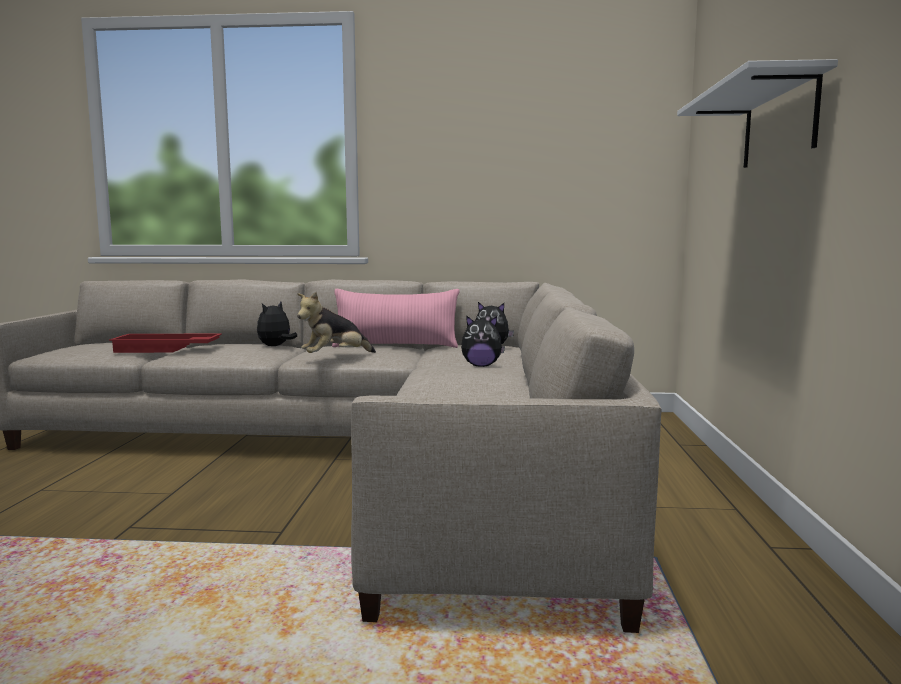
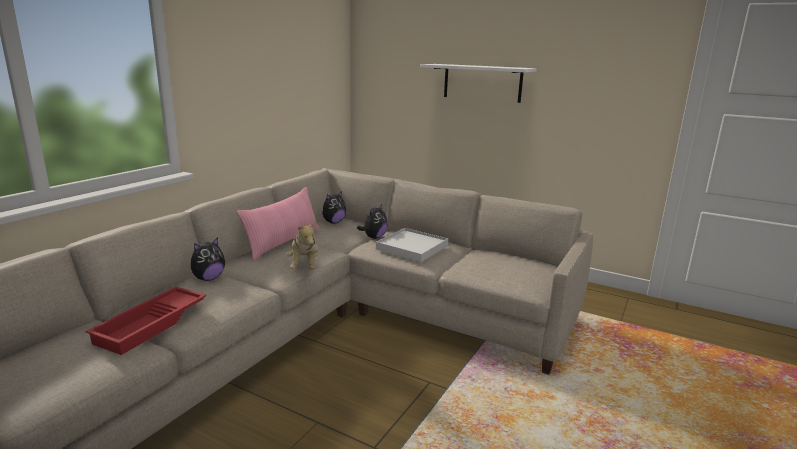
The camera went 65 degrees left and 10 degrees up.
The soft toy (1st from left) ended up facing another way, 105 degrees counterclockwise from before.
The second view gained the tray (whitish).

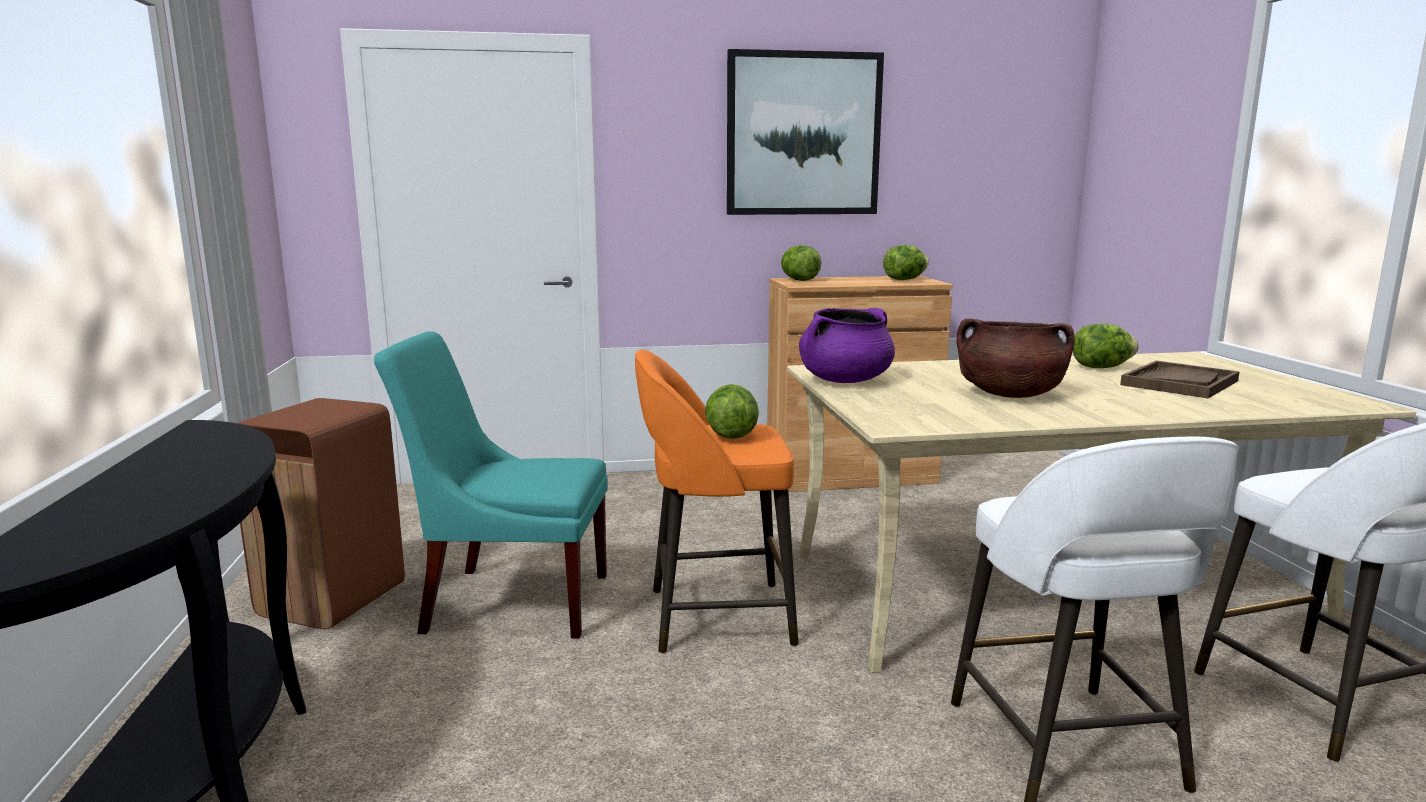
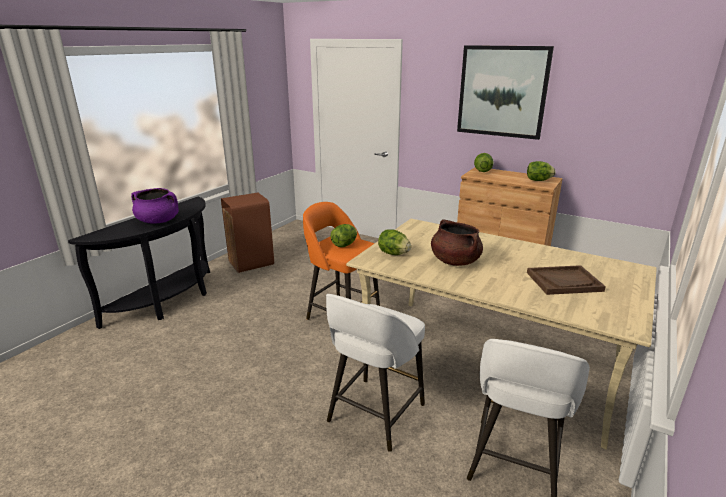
The camera went 40 degrees right and 10 degrees up.
The cooking pot (purple-coloured) ended up elsewhere.
The head of lettuce (4th from left in the first image) ended up elsewhere.
The second view lost the upright chair (turquoise-coloured).

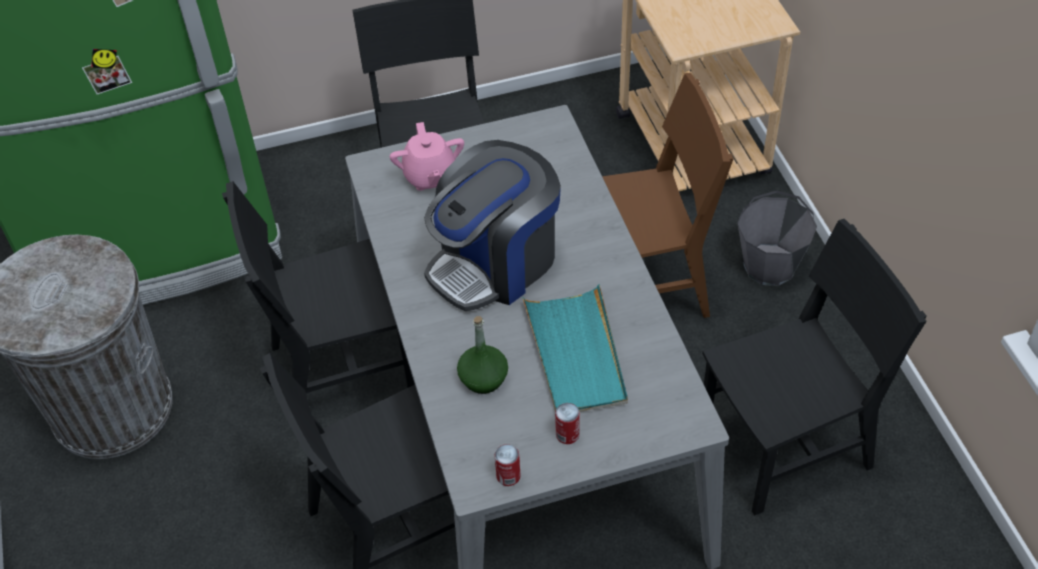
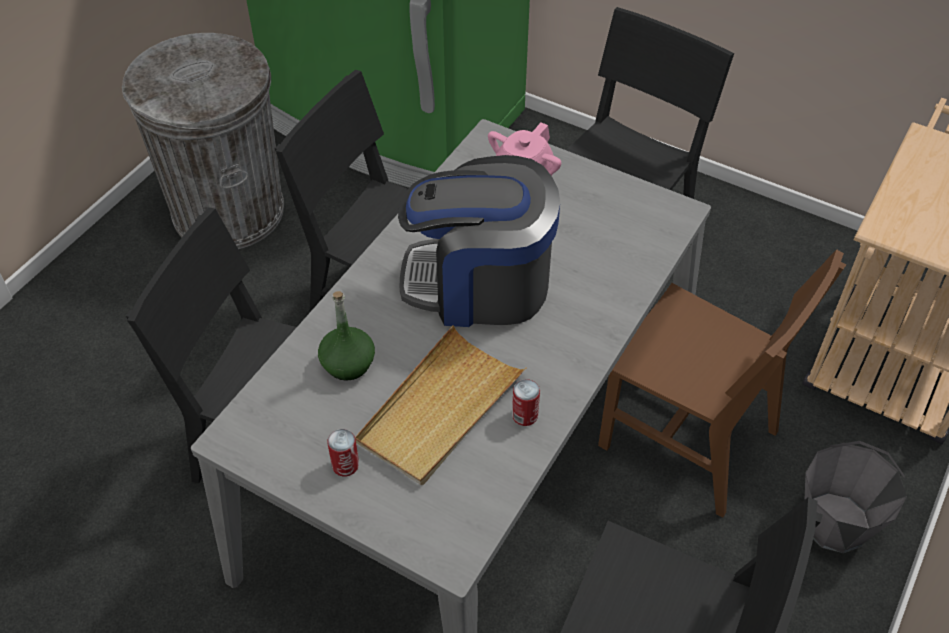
The camera went 45 degrees right and 0 degrees up.
What was the tray (turquoise-coloured) turned into the tray (beige).
The metal can (1st from left in the first image) ended up elsewhere.

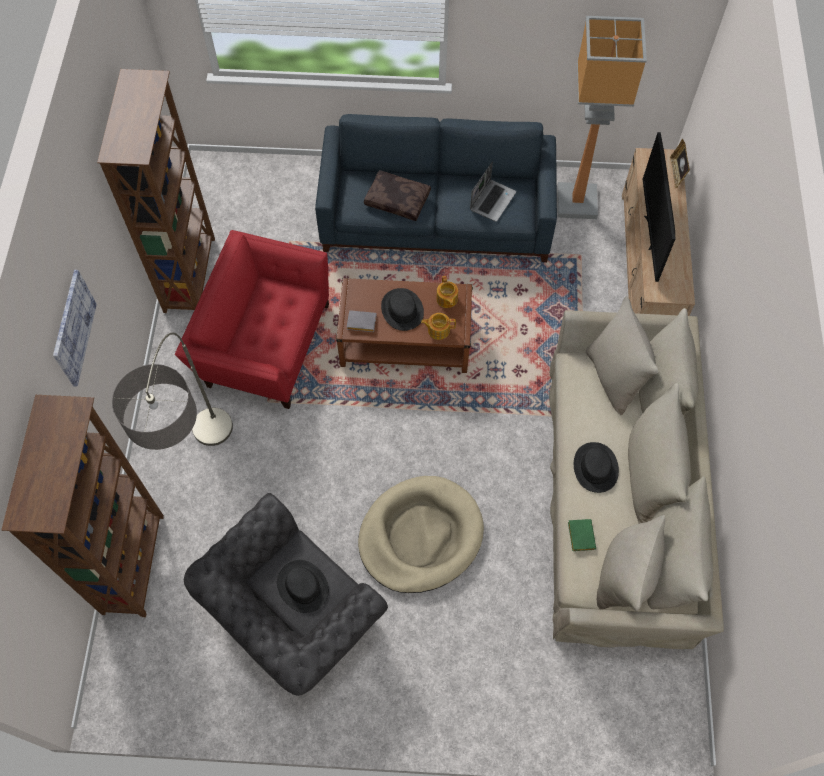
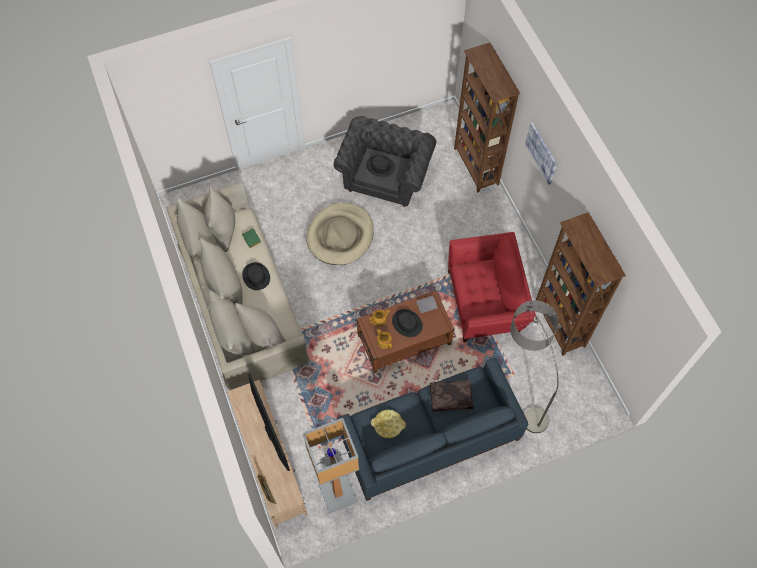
The camera went 155 degrees right and 0 degrees up.
Where the portable computer stood, the tray (yellow) came to stand.
The standard lamp (1st from left in the first image) ended up elsewhere.

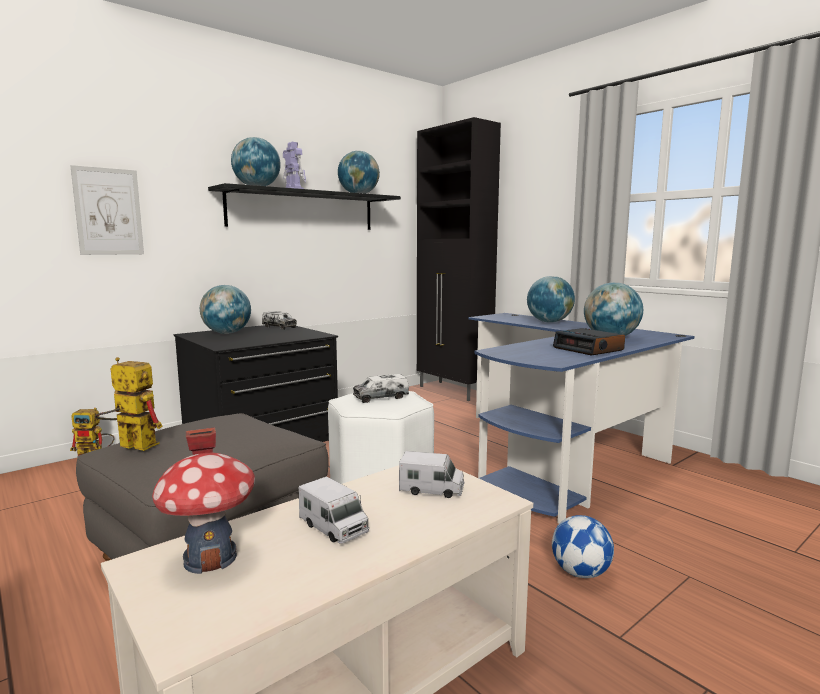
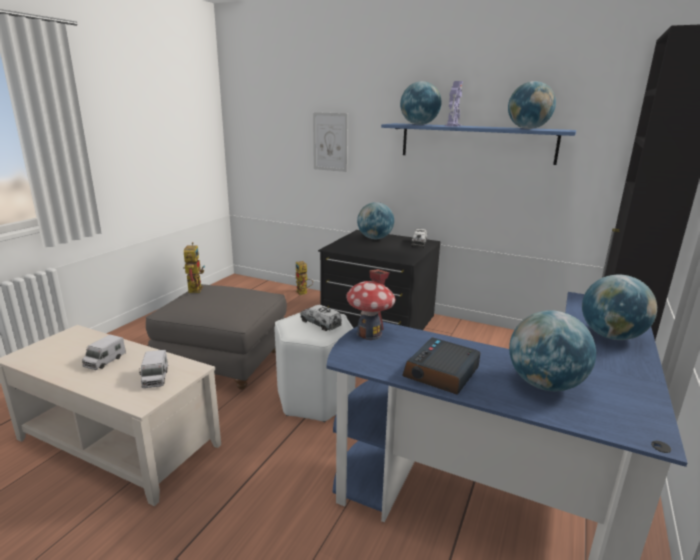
The camera went 65 degrees right and 10 degrees up.
The toy house ended up elsewhere.
What was the shelf (blackish) turned into the shelf (bluish).
The second view lost the ball for football.

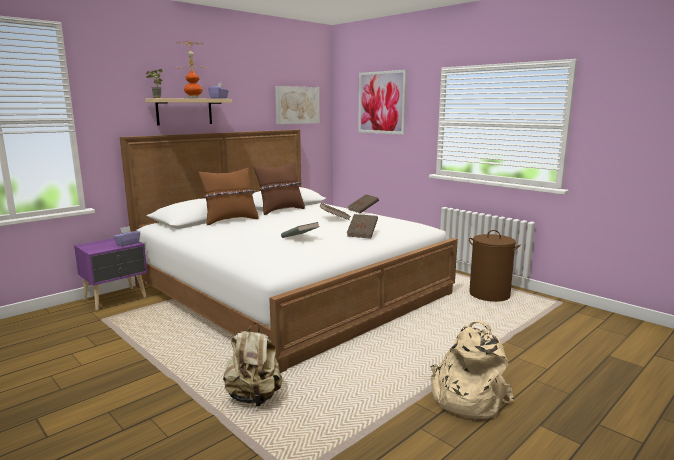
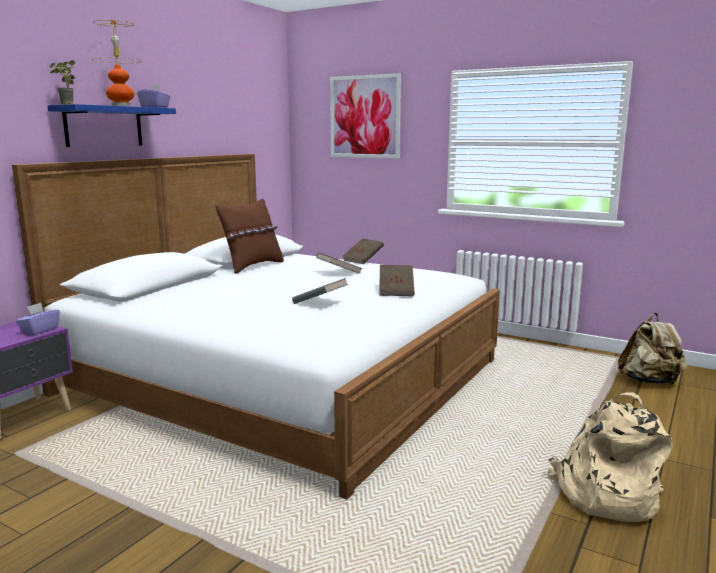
The camera went 15 degrees left and 0 degrees up.
What was the shelf (beige) turned into the shelf (bluish).
The knapsack (beige) (1st from left in the first image) ended up elsewhere.
The second view lost the cushion (brown-coloured) (1st from left).
The second view lost the wall art (1st from left).
The second view lost the laundry basket (brown-coloured).

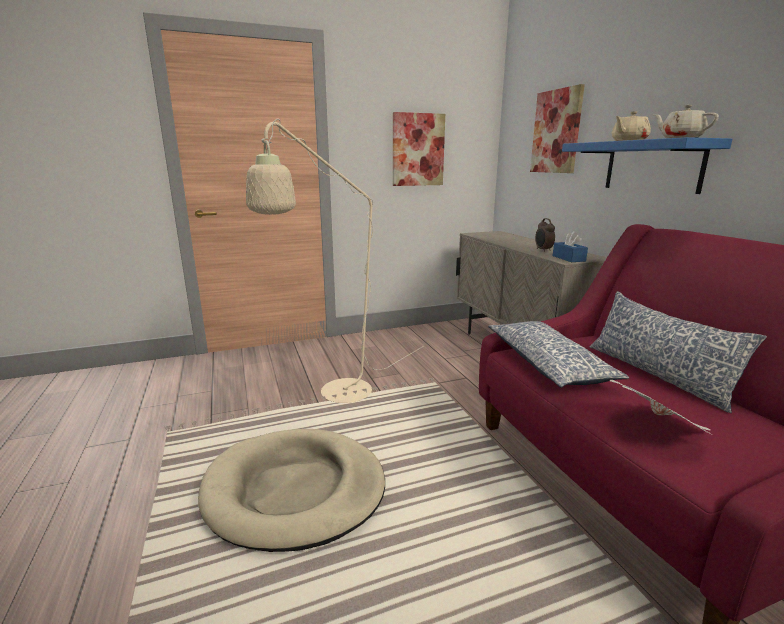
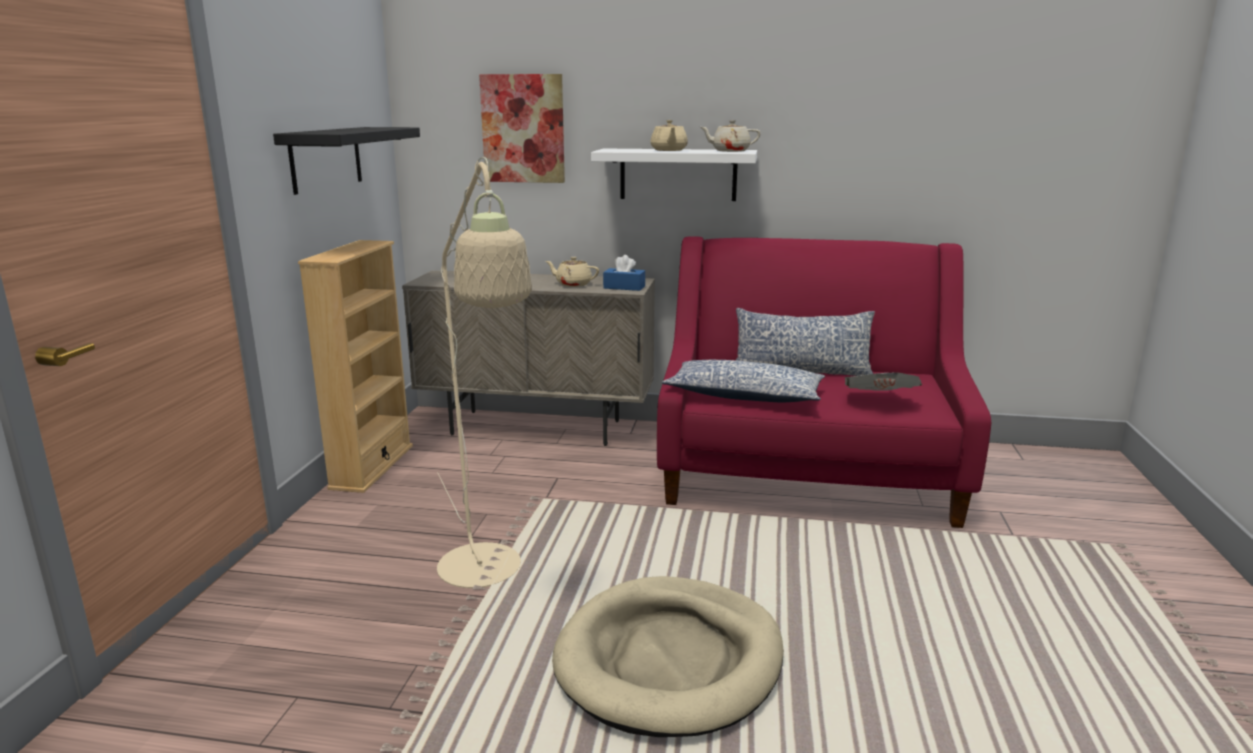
The camera went 60 degrees left and 0 degrees up.
Where the wall art (1st from left) hung, the shelf (blackish) came to hang.
The second view gained the bookcase (beige).
Where the bedside clock stood, the pot for tea (beige) (1st from left) came to stand.
What was the shelf (bluish) turned into the shelf (whitish).

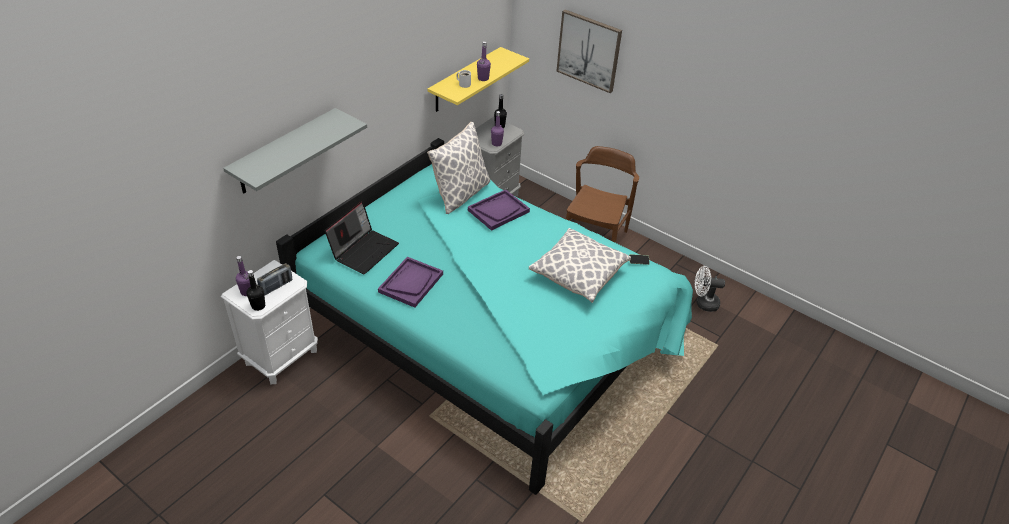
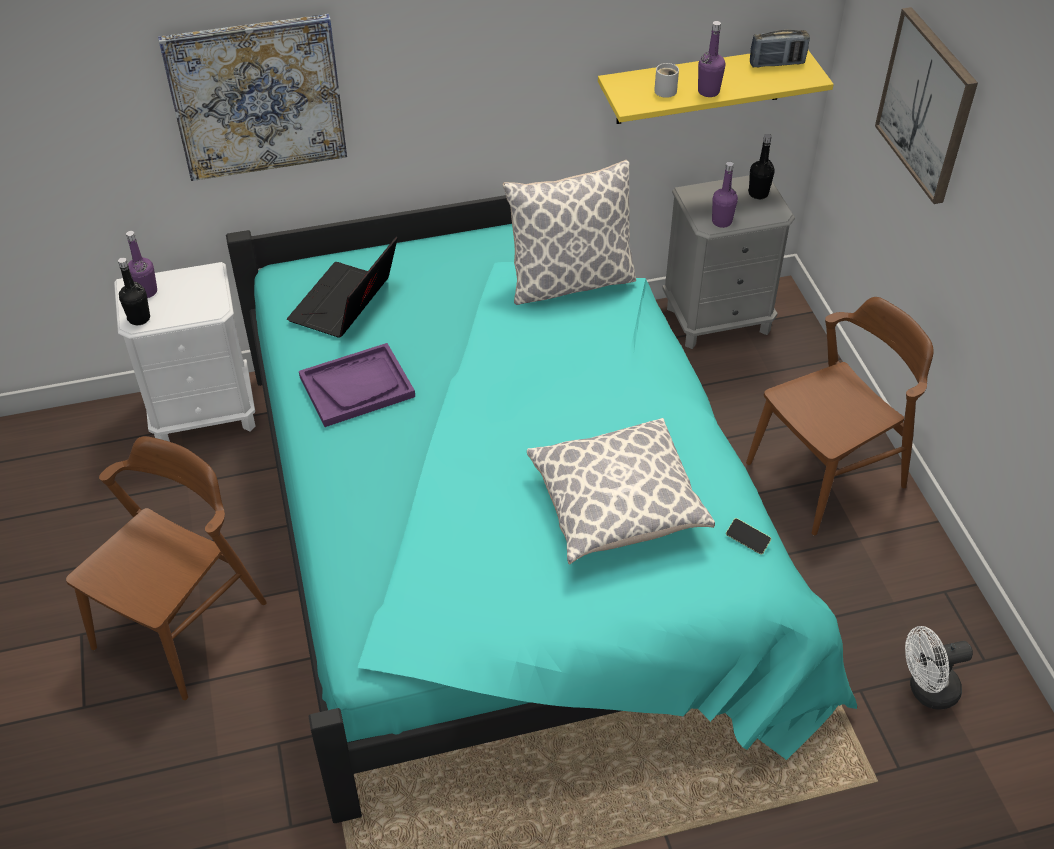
The camera went 40 degrees right and 5 degrees up.
The second view gained the upright chair (brown-coloured) (1st from left).
Where the shelf (gray) hung, the wall art (1st from left) came to hang.
The portable computer ended up facing another way, 135 degrees clockwise from before.
The radio receiver ended up elsewhere.
The electric fan (whitish) ended up facing another way, 60 degrees counterclockwise from before.
The second view lost the tray (purple-coloured) (2nd from left).

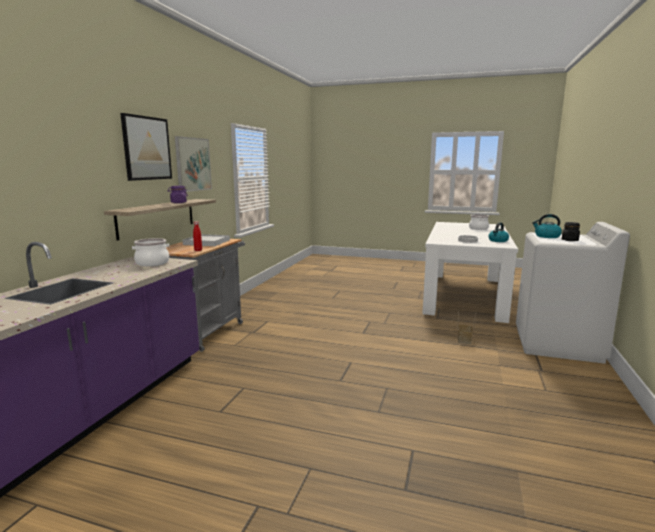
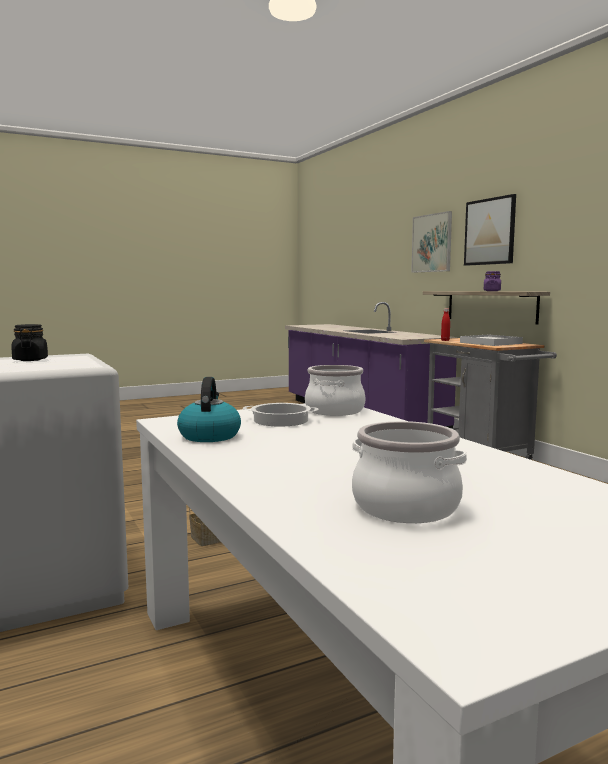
The camera went 135 degrees right and 5 degrees down.
The cooking pot (1st from left in the first image) ended up elsewhere.
The wall art (2nd from left in the first image) ended up elsewhere.
The second view lost the water kettle (2nd from left).

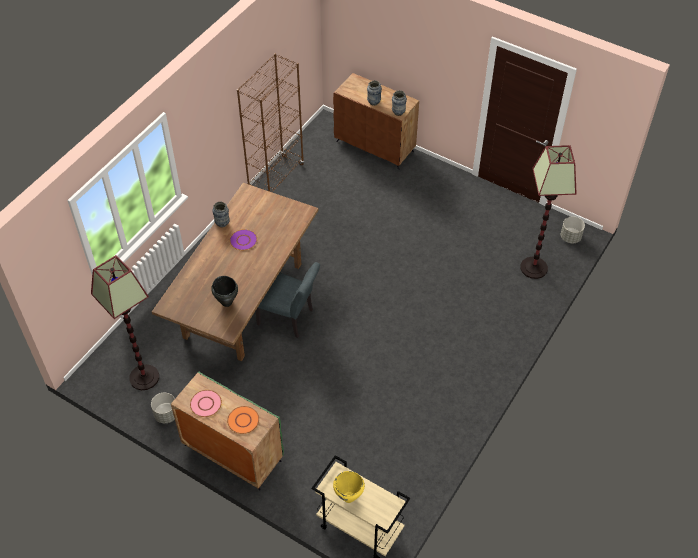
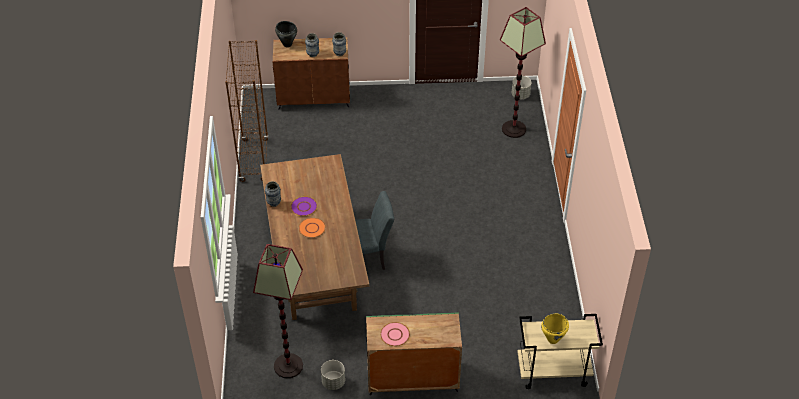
The camera went 35 degrees left and 5 degrees down.
The cooking pot (blackish) ended up elsewhere.
The dinner plate (orangey) ended up elsewhere.

